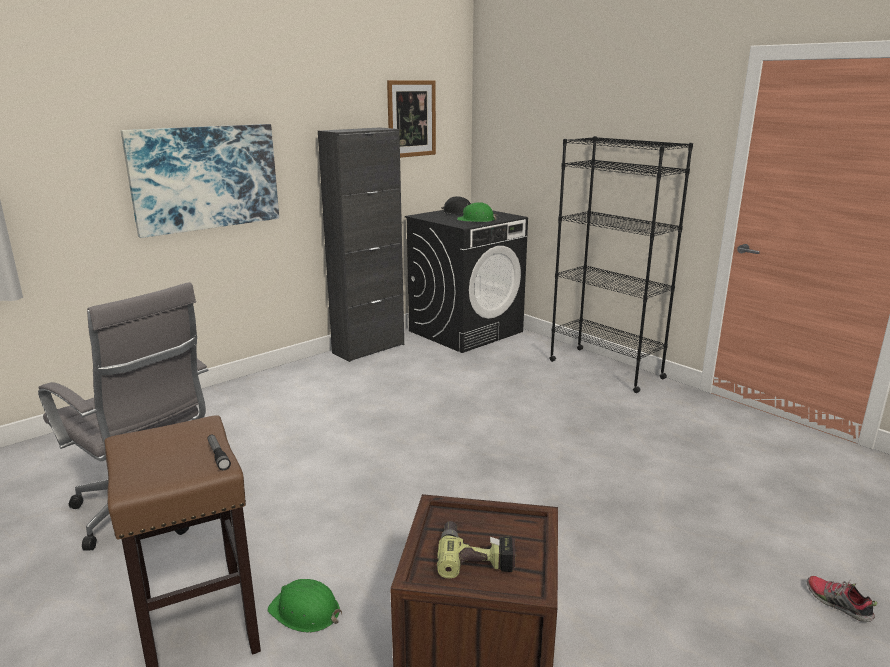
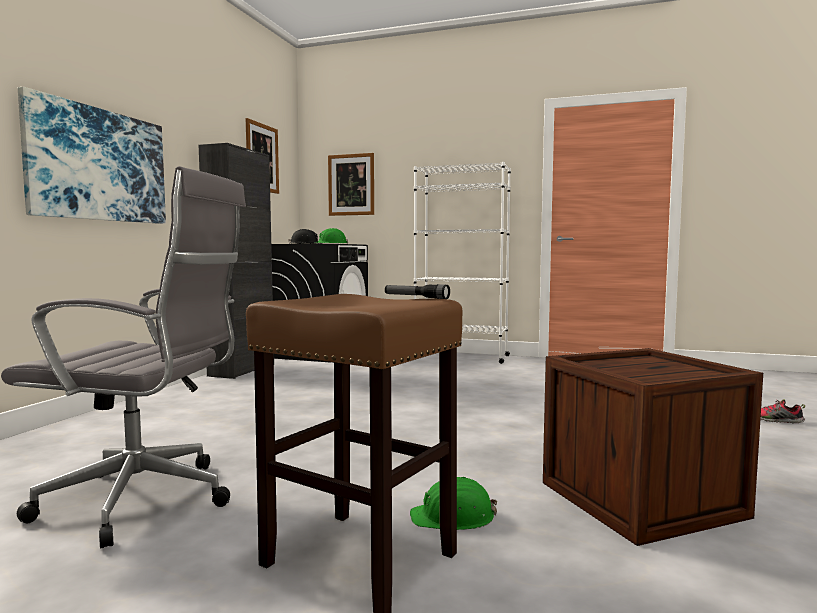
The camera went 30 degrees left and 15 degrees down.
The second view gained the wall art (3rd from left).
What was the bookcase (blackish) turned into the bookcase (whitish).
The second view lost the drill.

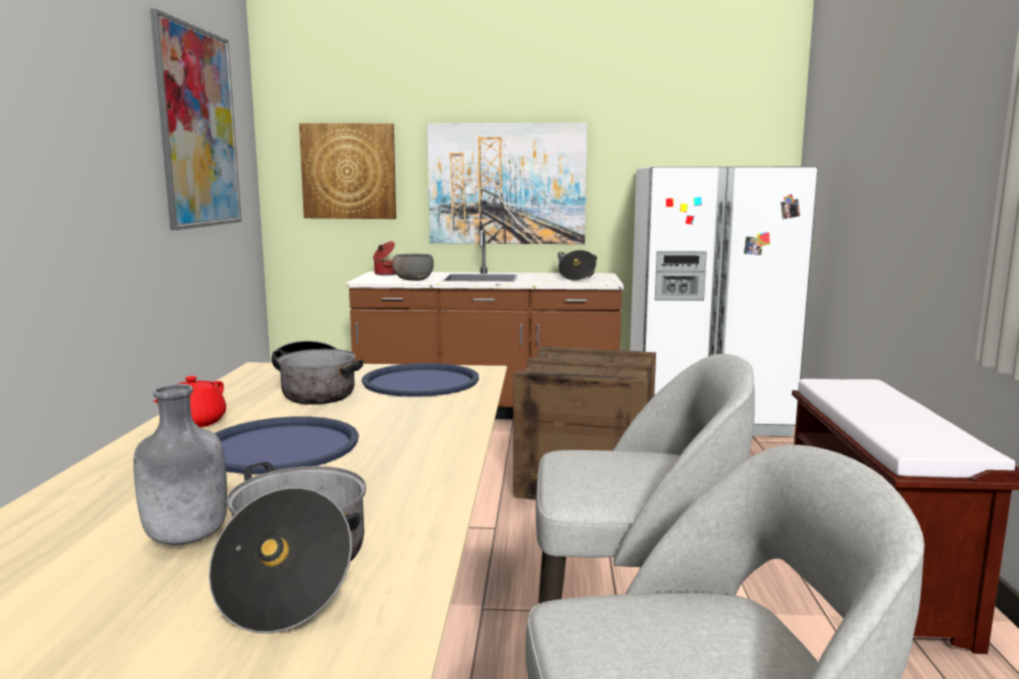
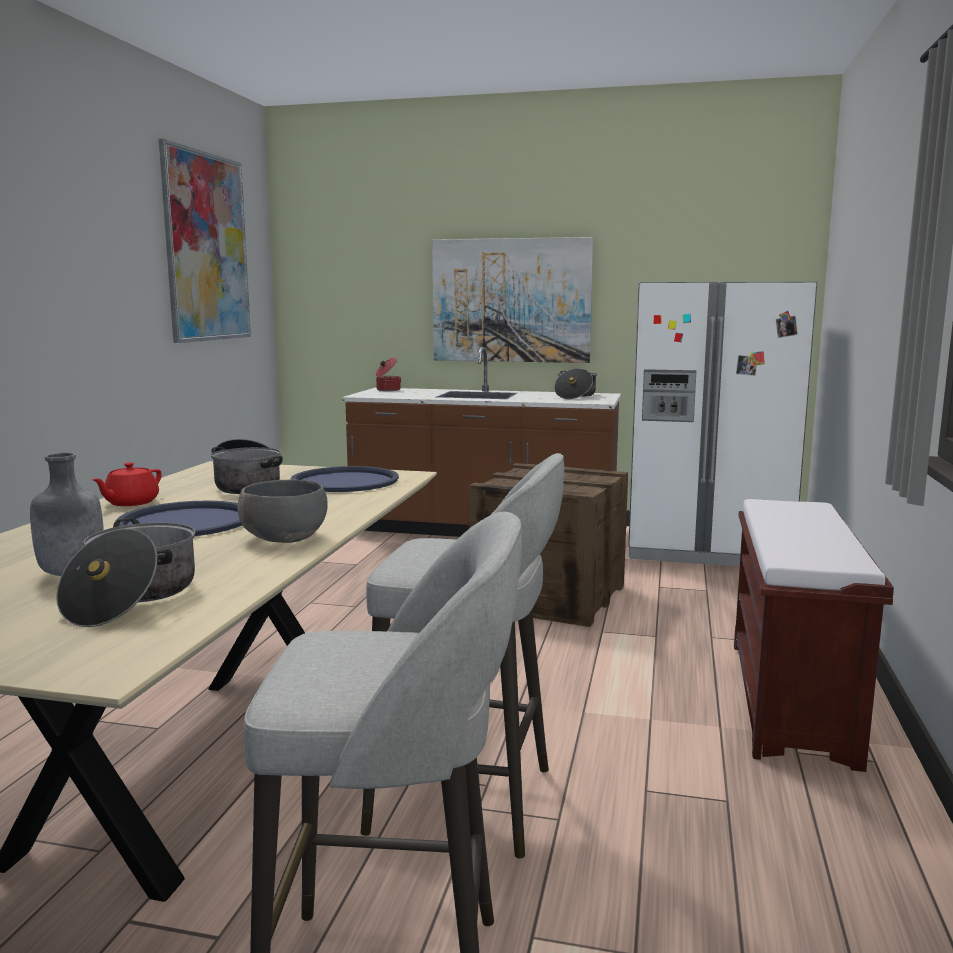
The camera went 10 degrees right and 0 degrees up.
The deep dish (gray) ended up elsewhere.
The second view lost the wall art (2nd from left).

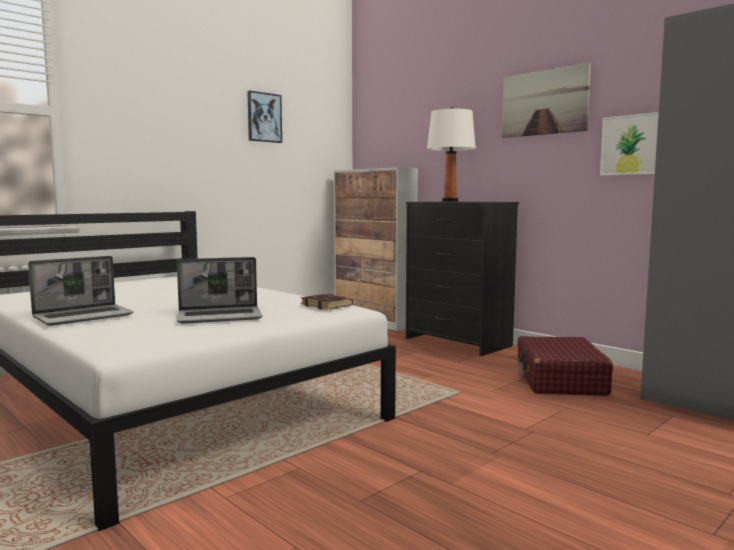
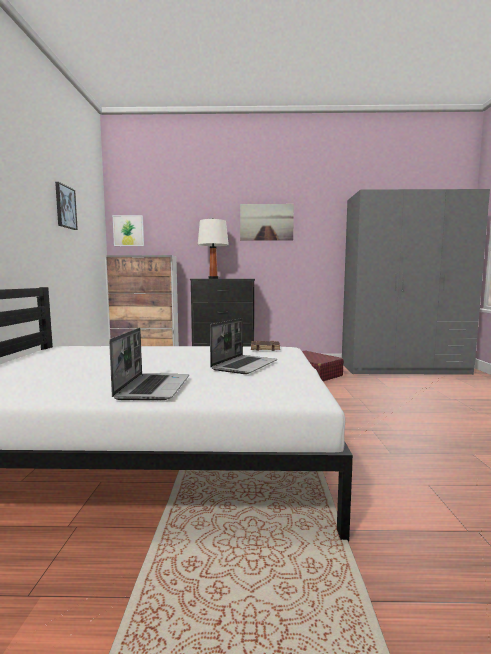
The camera went 45 degrees left and 0 degrees up.
The wall art (3rd from left in the first image) ended up elsewhere.

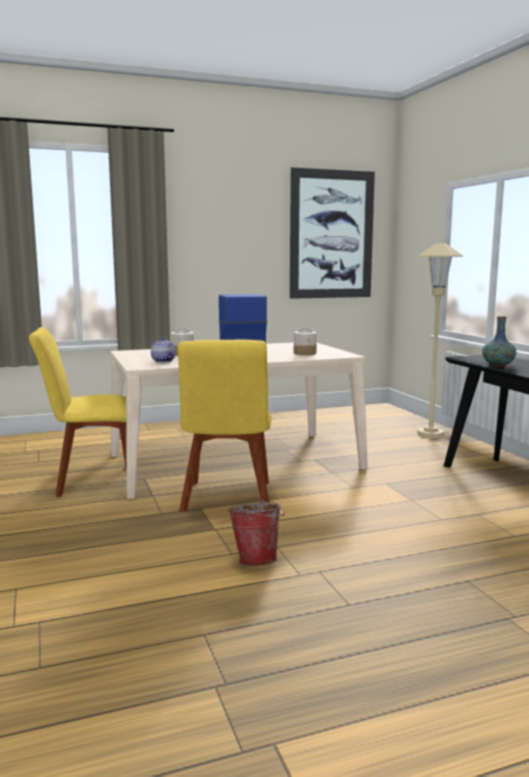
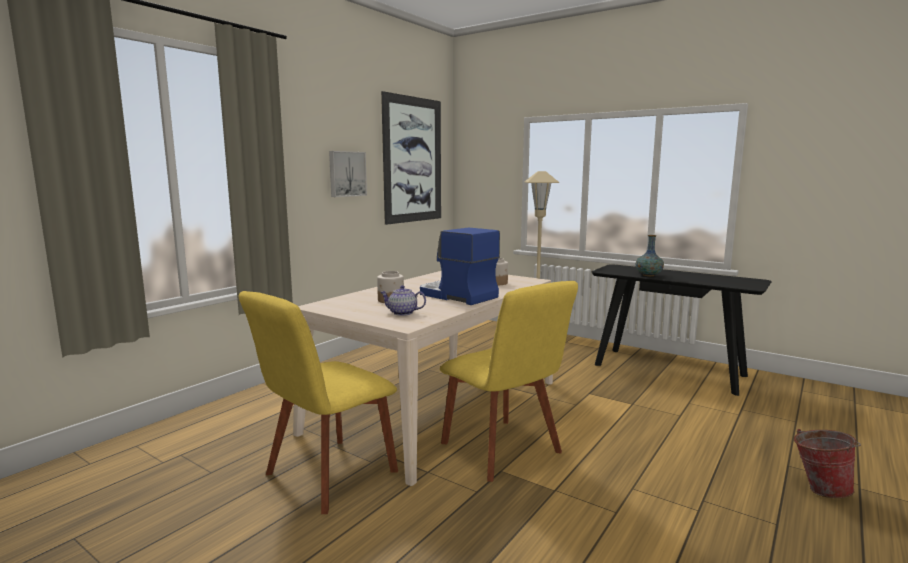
The camera went 35 degrees left and 0 degrees up.
The second view gained the wall art (1st from left).
The pail ended up elsewhere.

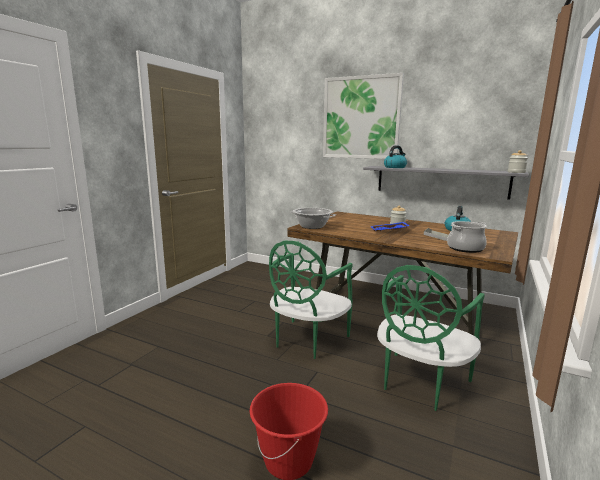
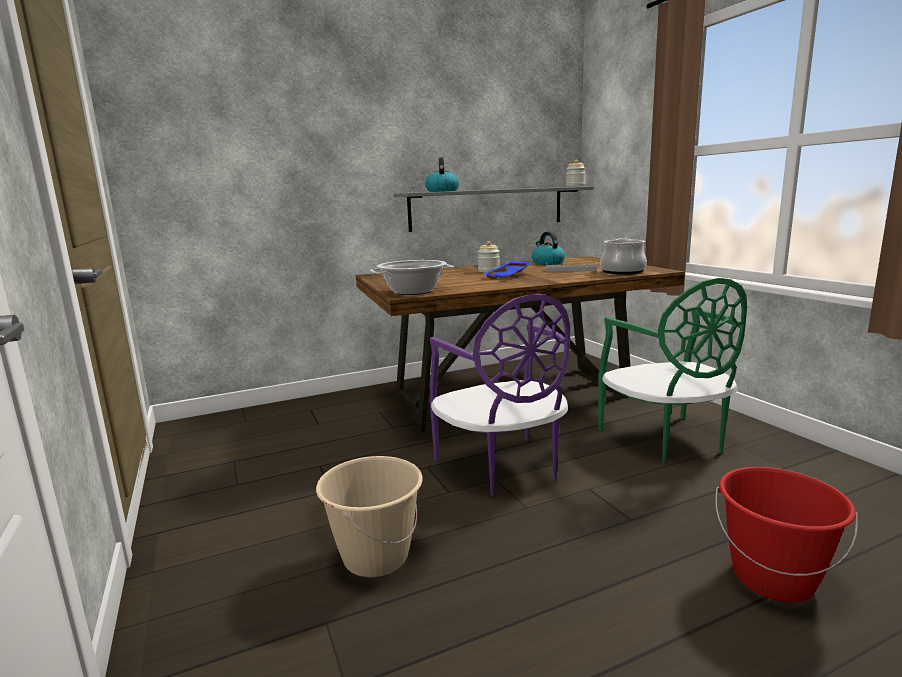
The camera went 50 degrees left and 0 degrees up.
The second view gained the pail (beige).
What was the upright chair (green-coloured) (1st from left) turned into the upright chair (purple-coloured).
The second view lost the wall art.

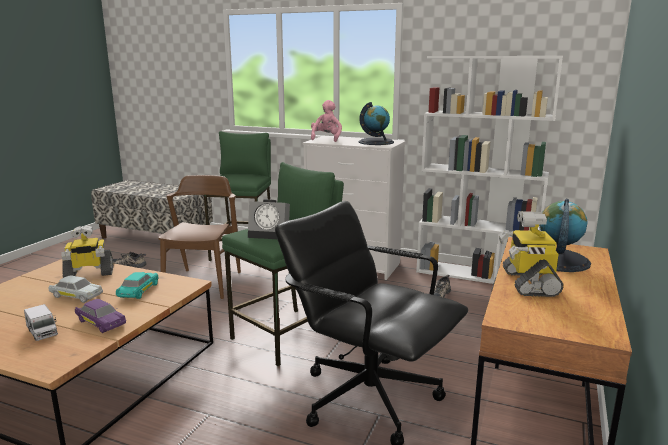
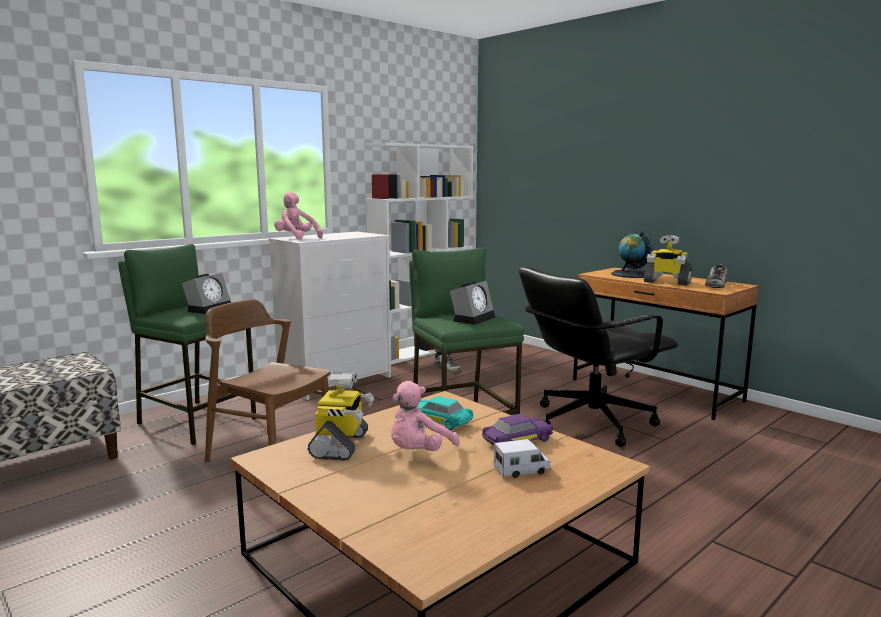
The camera went 65 degrees left and 5 degrees down.
The second view gained the bedside clock (1st from left).
Where the toy car (whitish) stood, the soft toy (pink-coloured) (2nd from left) came to stand.
The item of footwear (1st from left in the first image) ended up elsewhere.
The second view lost the desk globe (1st from left).

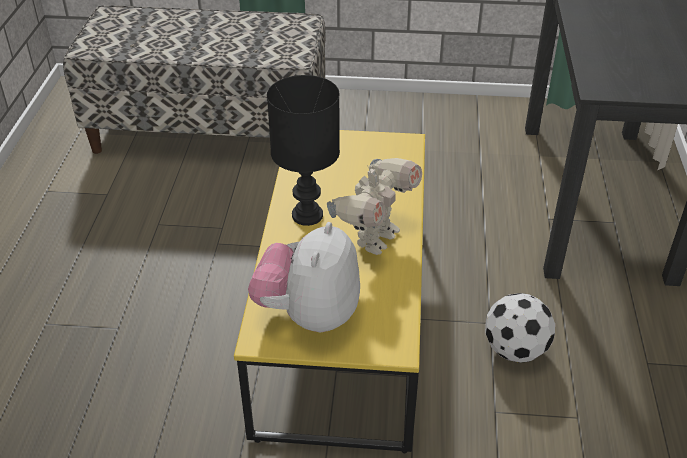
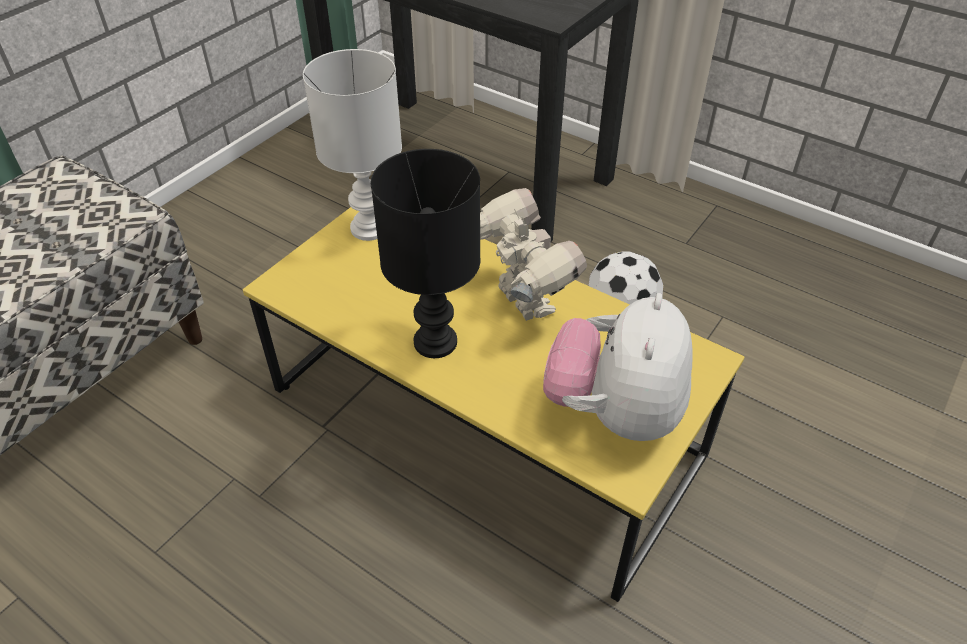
The camera went 60 degrees left and 5 degrees up.
The second view gained the lamp for a table (whitish).
The soft toy ended up facing another way, 60 degrees clockwise from before.

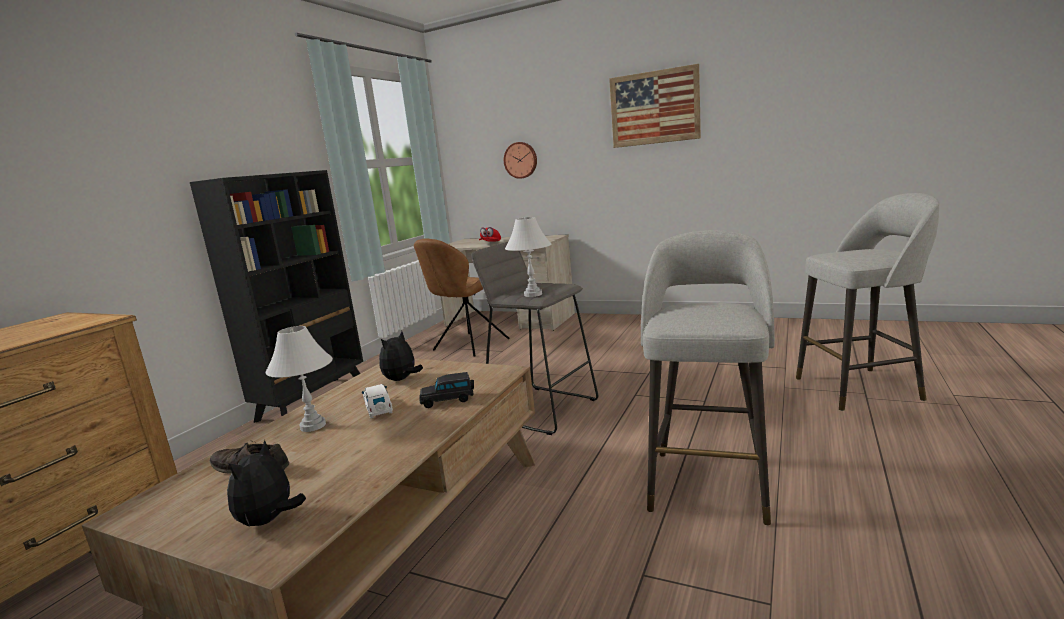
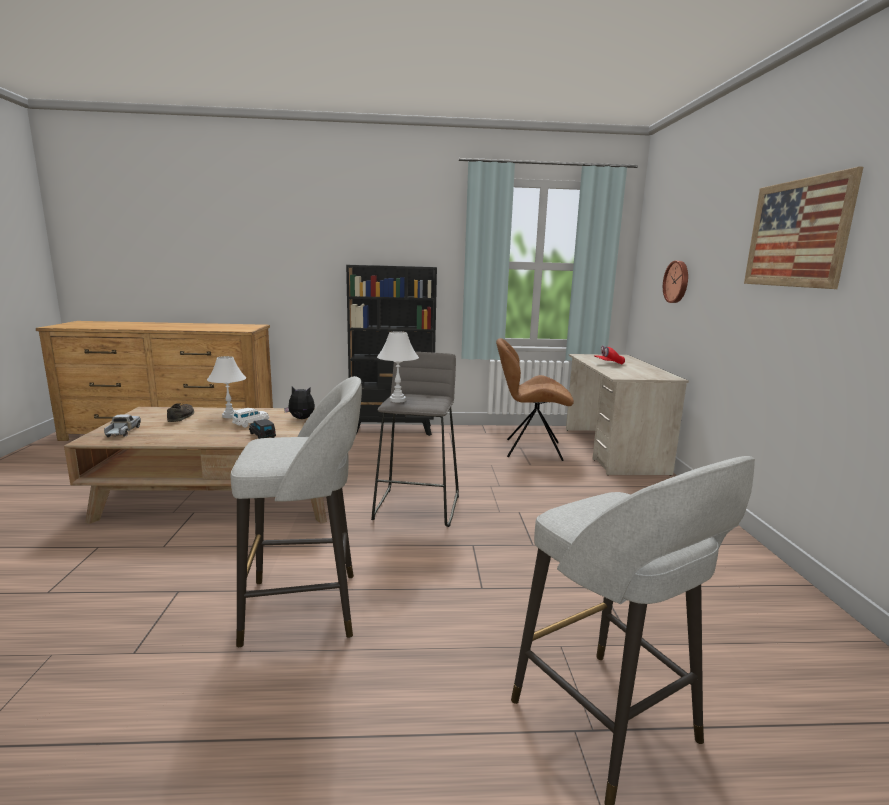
The camera went 60 degrees right and 0 degrees up.
Where the soft toy (1st from left) stood, the toy truck came to stand.

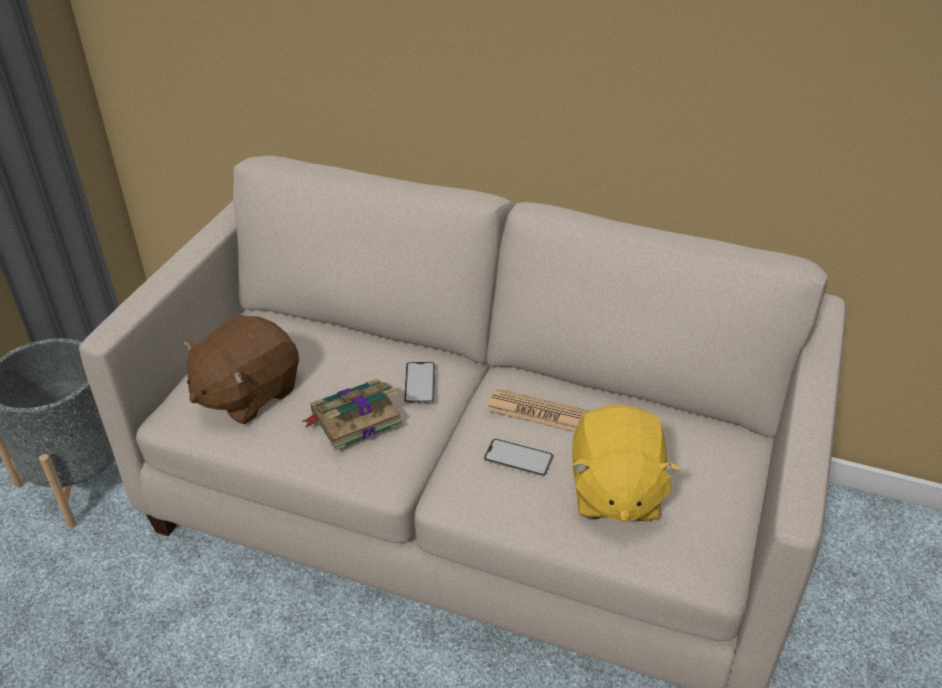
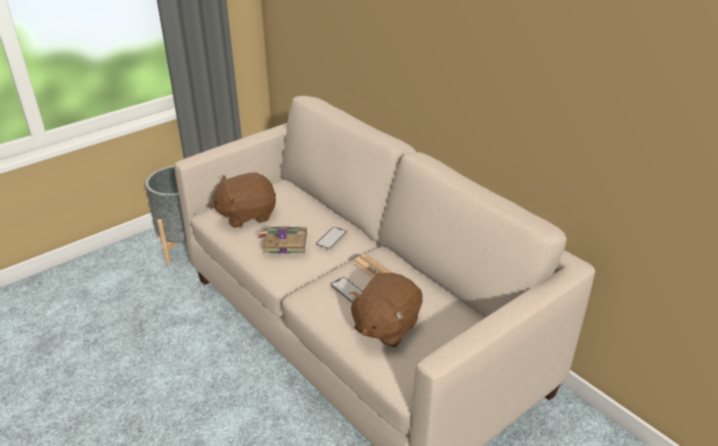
The camera went 30 degrees right and 5 degrees down.
What was the soft toy (yellow) turned into the soft toy (brown-coloured) (2nd from left).

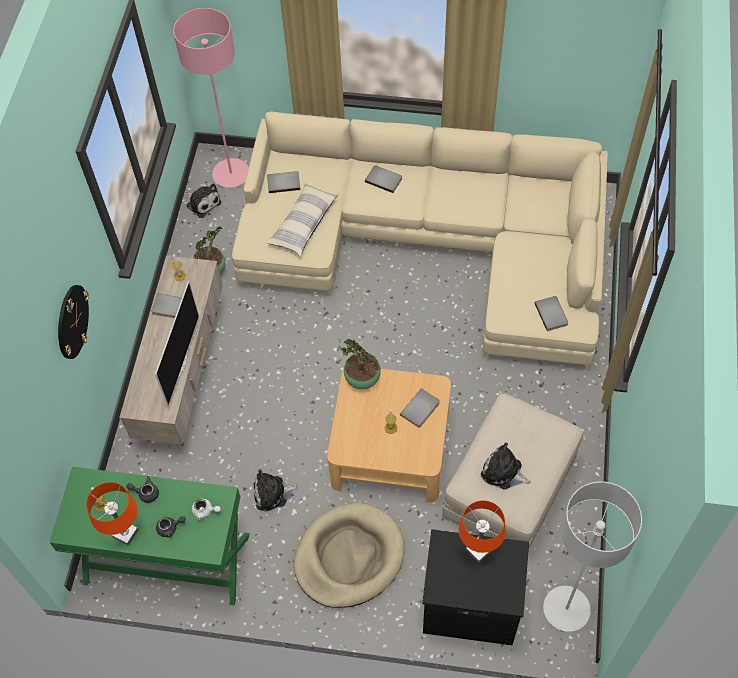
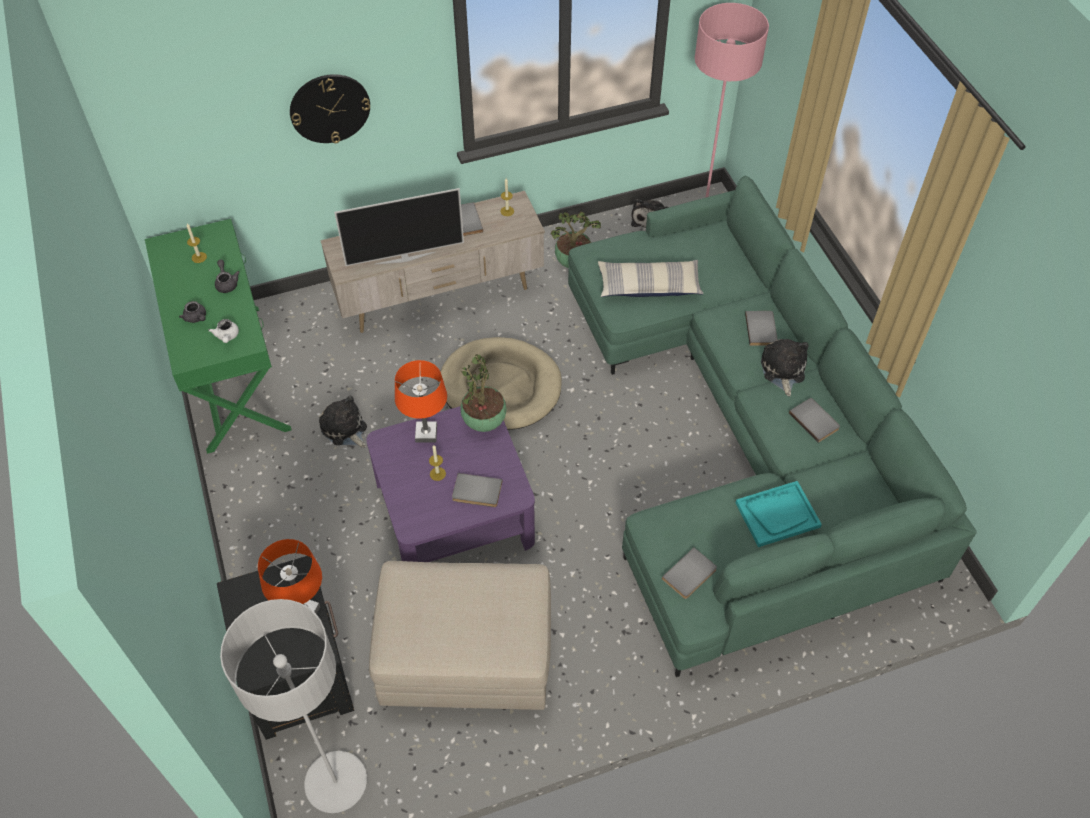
The camera went 60 degrees right and 5 degrees down.
What was the low table (beige) turned into the low table (purple-coloured).
The lamp for a table (orangey) (1st from left in the first image) ended up elsewhere.
The dog bed (beige) ended up elsewhere.
What was the sofa (beige) turned into the sofa (green-coloured).
The second view gained the tray (turquoise-coloured).
The soft toy (3rd from left) ended up elsewhere.
The book (gray) (2nd from left in the first image) ended up elsewhere.

